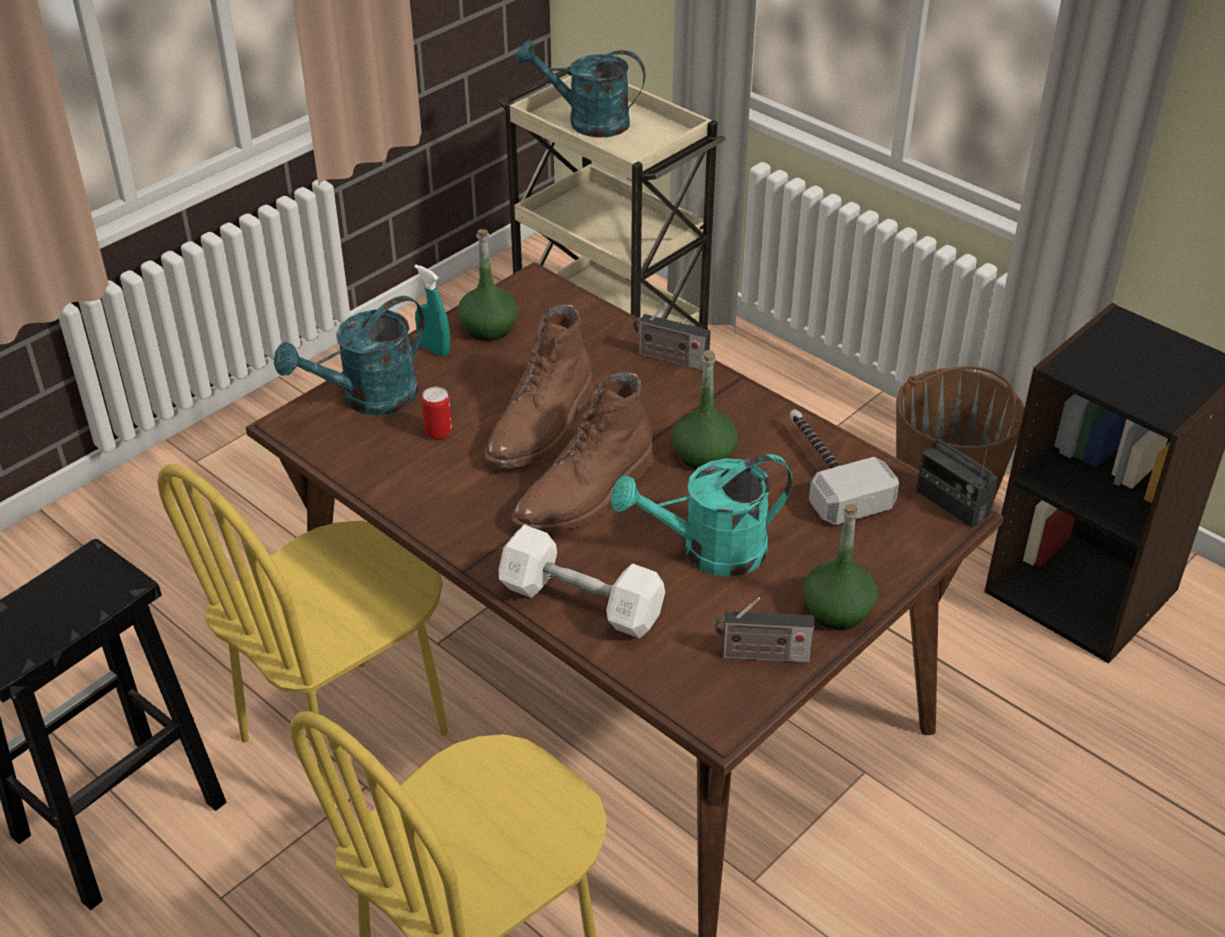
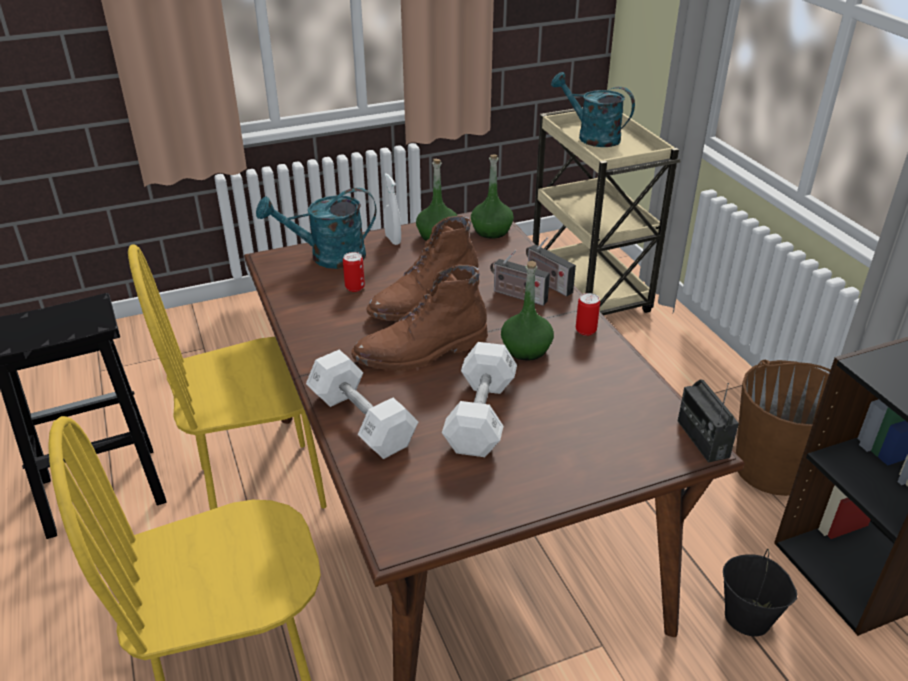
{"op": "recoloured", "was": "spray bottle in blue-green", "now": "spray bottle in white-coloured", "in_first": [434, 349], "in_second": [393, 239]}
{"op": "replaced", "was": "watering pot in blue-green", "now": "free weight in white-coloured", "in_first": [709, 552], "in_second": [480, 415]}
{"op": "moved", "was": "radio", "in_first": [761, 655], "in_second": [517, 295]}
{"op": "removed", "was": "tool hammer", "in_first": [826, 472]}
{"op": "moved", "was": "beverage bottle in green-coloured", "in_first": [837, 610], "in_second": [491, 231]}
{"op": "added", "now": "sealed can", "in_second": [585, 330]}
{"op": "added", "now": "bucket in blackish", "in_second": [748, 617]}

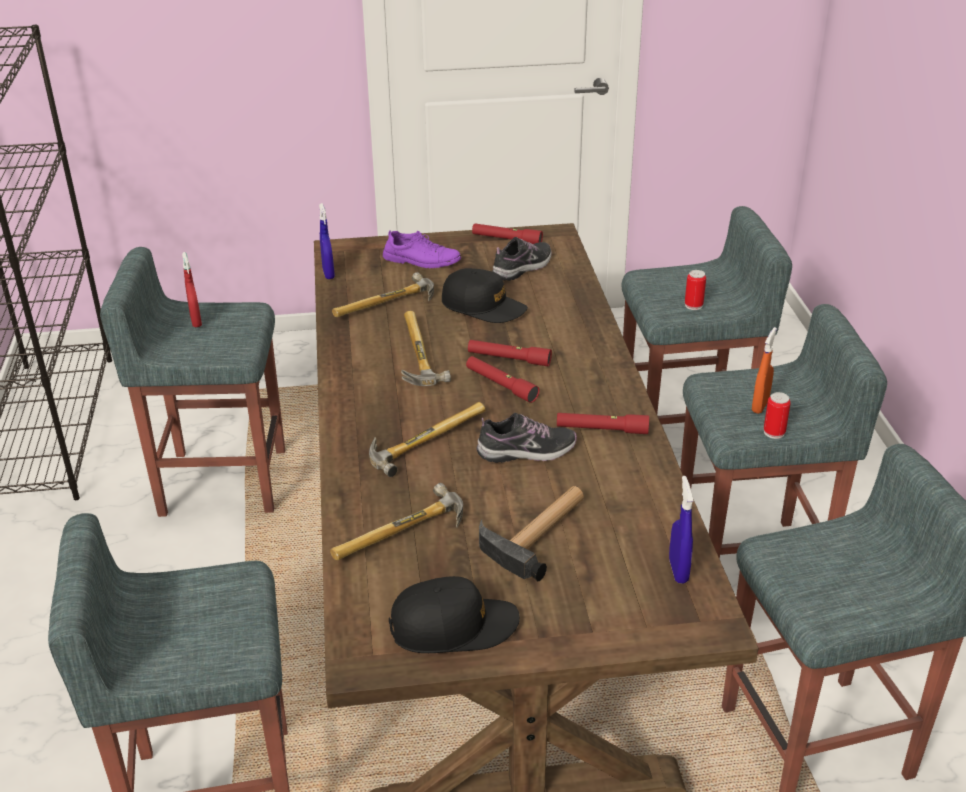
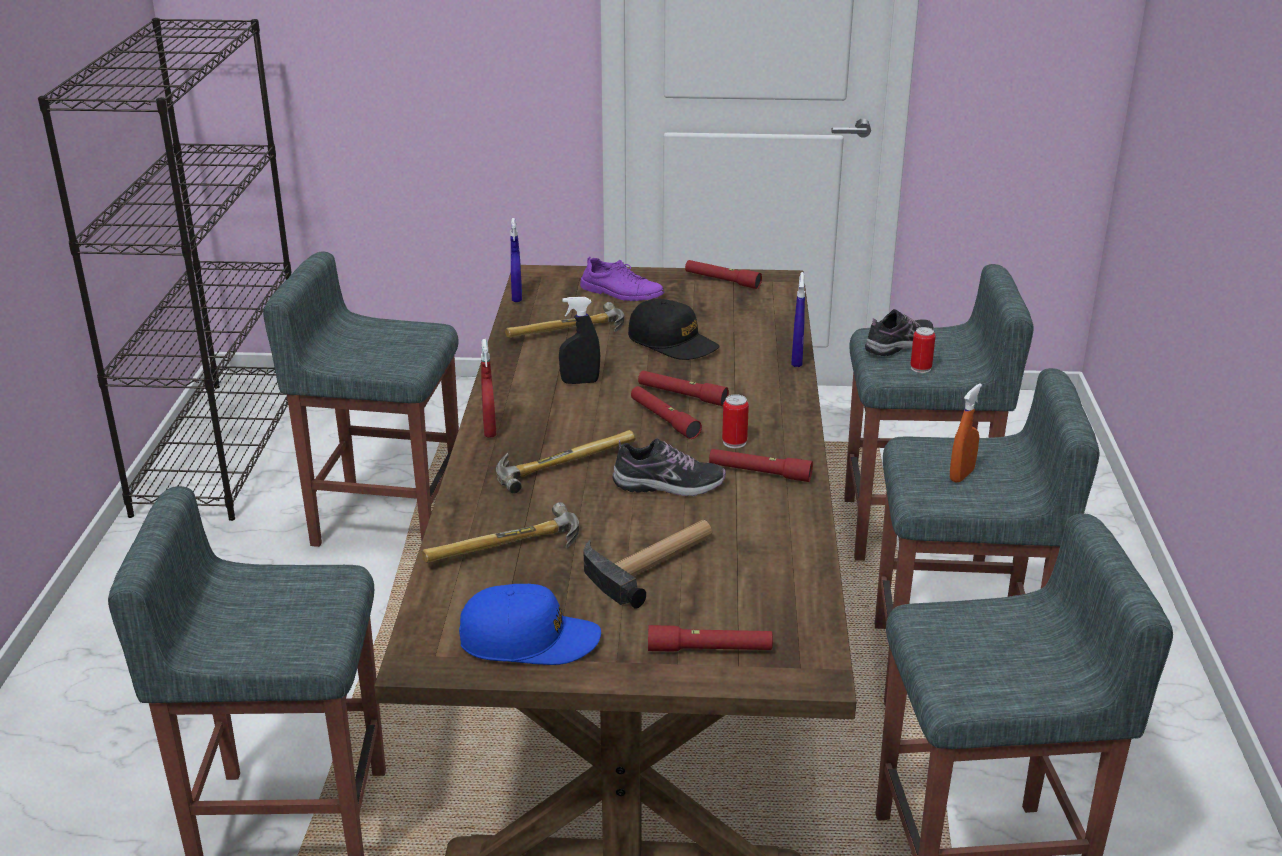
{"op": "moved", "was": "spray bottle in reddish", "in_first": [196, 321], "in_second": [489, 430]}
{"op": "recoloured", "was": "cap in blackish", "now": "cap in bluish", "in_first": [453, 626], "in_second": [529, 640]}
{"op": "replaced", "was": "tool hammer", "now": "spray bottle in blackish", "in_first": [413, 355], "in_second": [580, 382]}
{"op": "moved", "was": "item of footwear", "in_first": [523, 267], "in_second": [900, 344]}
{"op": "moved", "was": "spray bottle in bluish", "in_first": [678, 571], "in_second": [797, 360]}
{"op": "moved", "was": "sealed can", "in_first": [774, 432], "in_second": [734, 442]}
{"op": "added", "now": "flashlight in reddish", "in_second": [709, 649]}

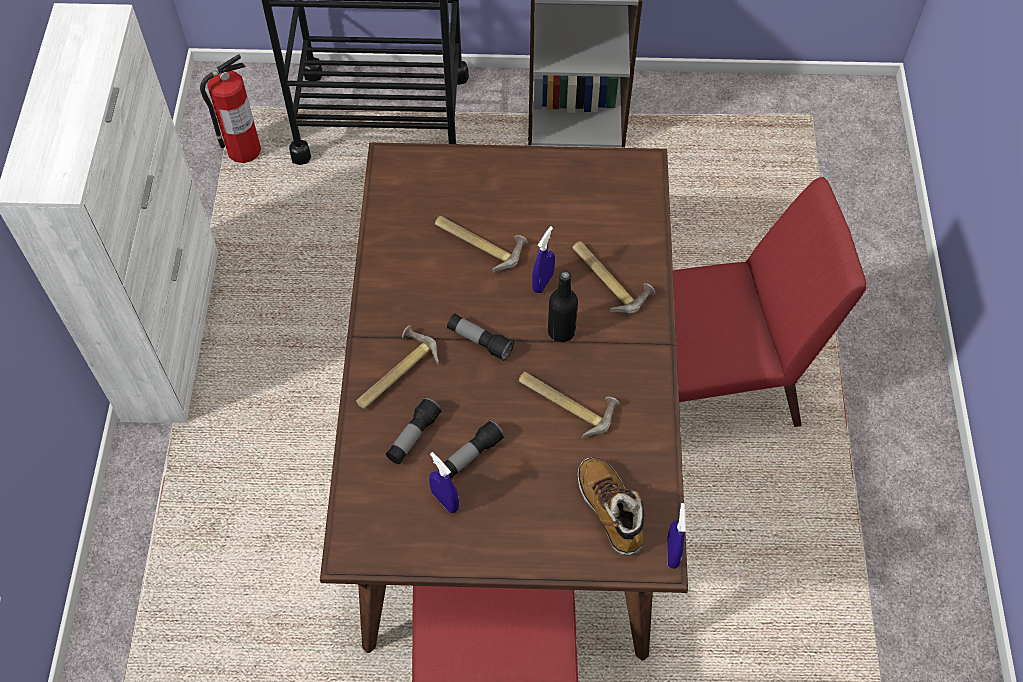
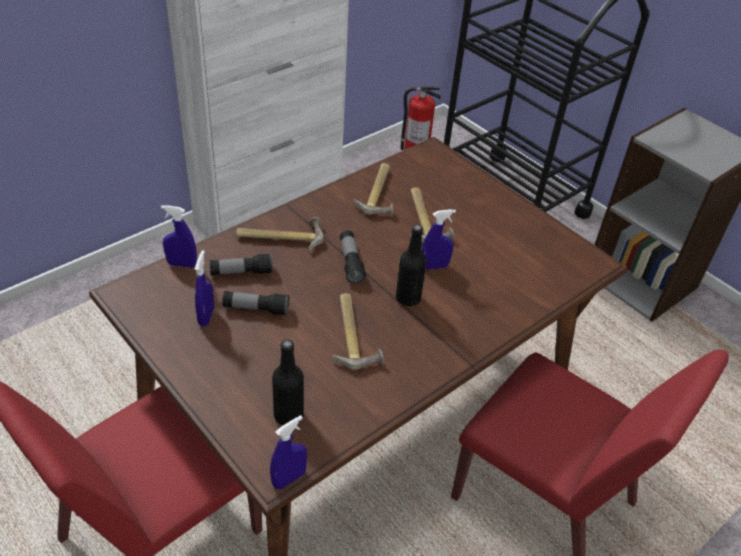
{"op": "moved", "was": "tool hammer", "in_first": [609, 278], "in_second": [380, 193]}
{"op": "replaced", "was": "tall boot", "now": "beverage bottle in blackish", "in_first": [610, 511], "in_second": [288, 415]}
{"op": "added", "now": "spray bottle in bluish", "in_second": [182, 264]}

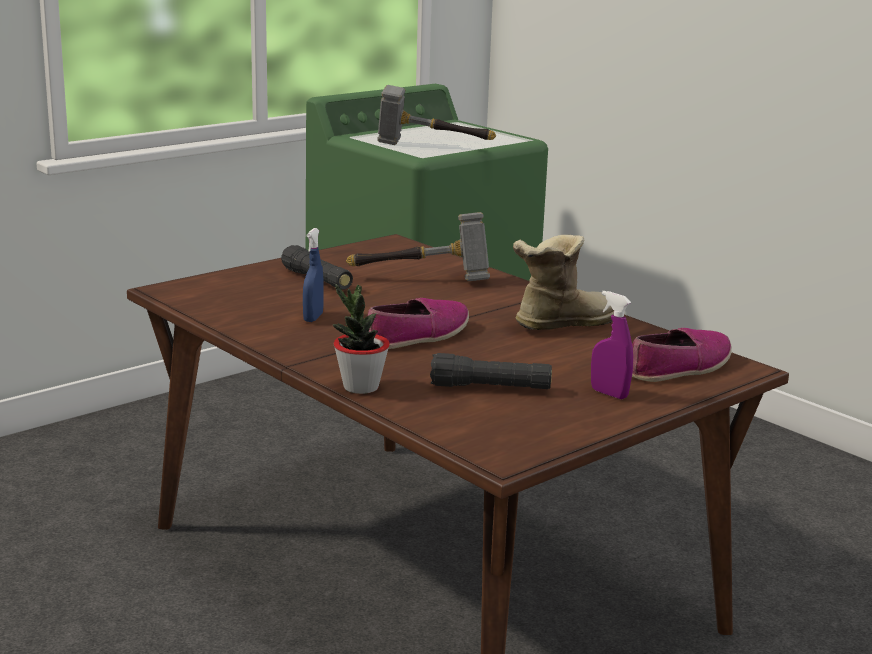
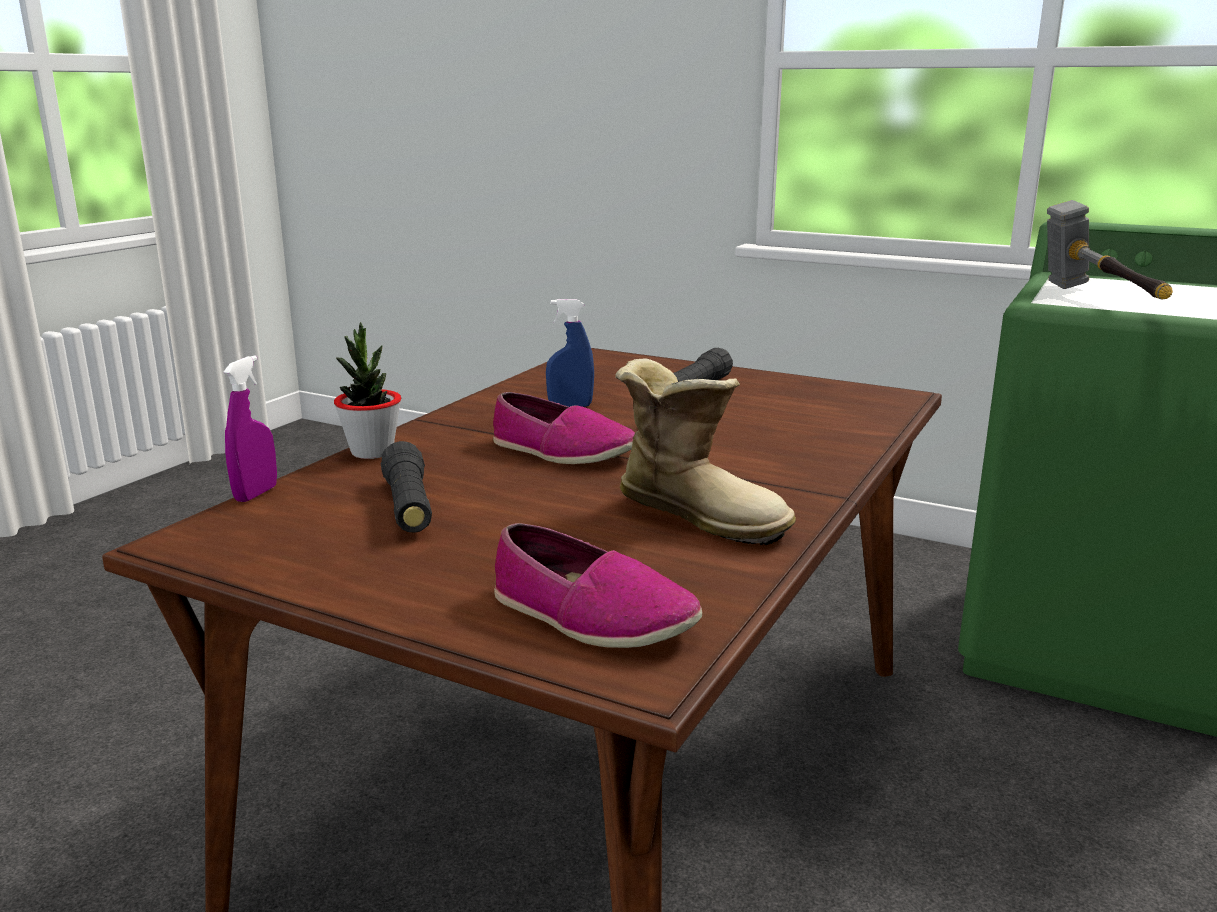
{"op": "removed", "was": "tool hammer", "in_first": [423, 280]}
{"op": "moved", "was": "spray bottle in purple-coloured", "in_first": [609, 394], "in_second": [256, 494]}

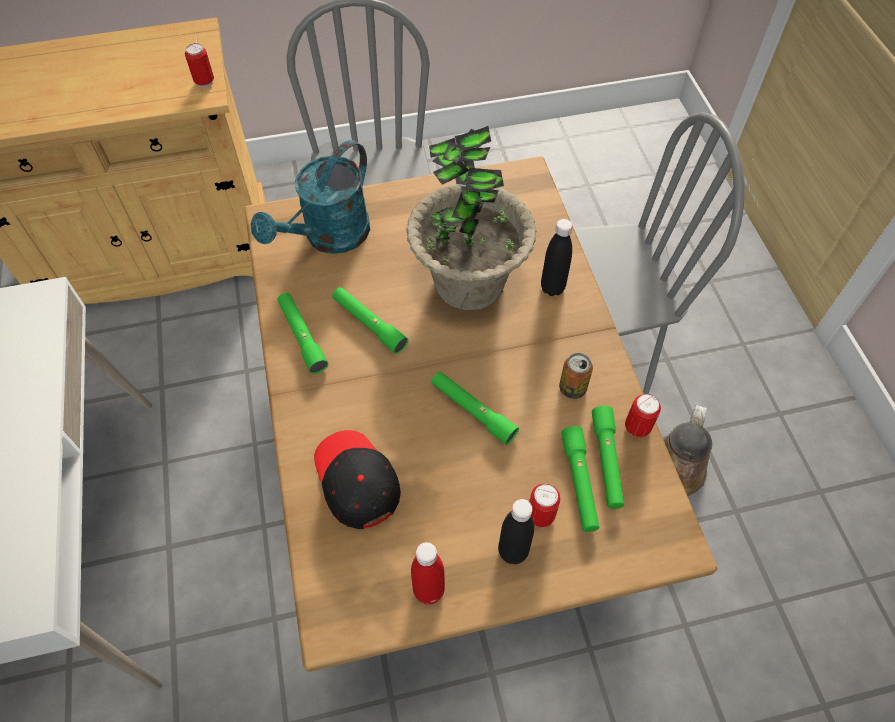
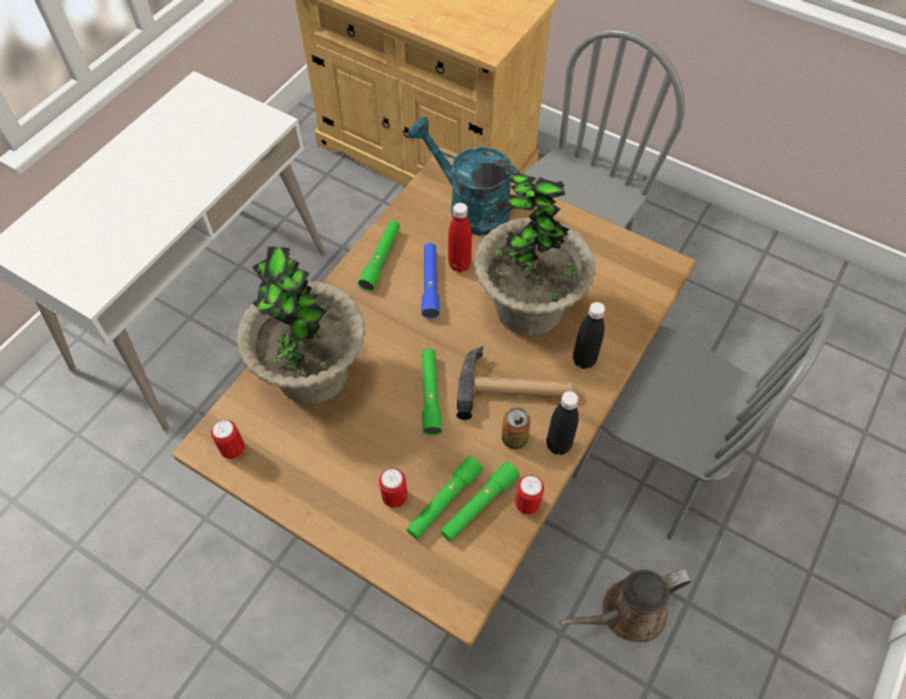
{"op": "moved", "was": "sealed can", "in_first": [204, 82], "in_second": [233, 449]}
{"op": "turned", "was": "watering pot in blue-green", "in_first": [329, 238], "in_second": [469, 207], "clockwise": 45}
{"op": "replaced", "was": "cap in blackish", "now": "potted plant", "in_first": [356, 481], "in_second": [312, 375]}
{"op": "recoloured", "was": "flashlight in green-coloured", "now": "flashlight in bluish", "in_first": [369, 324], "in_second": [430, 284]}
{"op": "moved", "was": "beverage bottle in reddish", "in_first": [429, 590], "in_second": [459, 264]}
{"op": "moved", "was": "beverage bottle in blackish", "in_first": [513, 551], "in_second": [558, 445]}
{"op": "added", "now": "tool hammer", "in_second": [514, 389]}

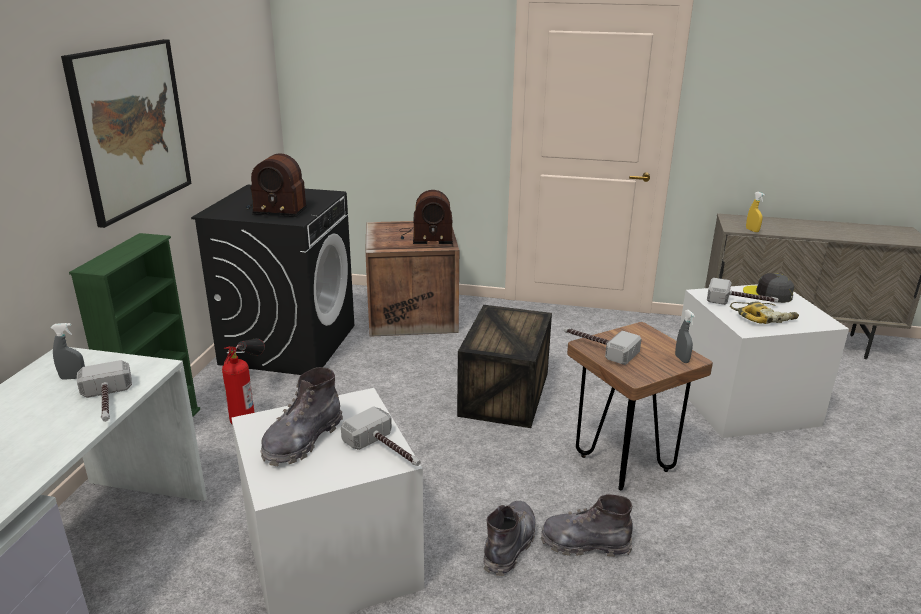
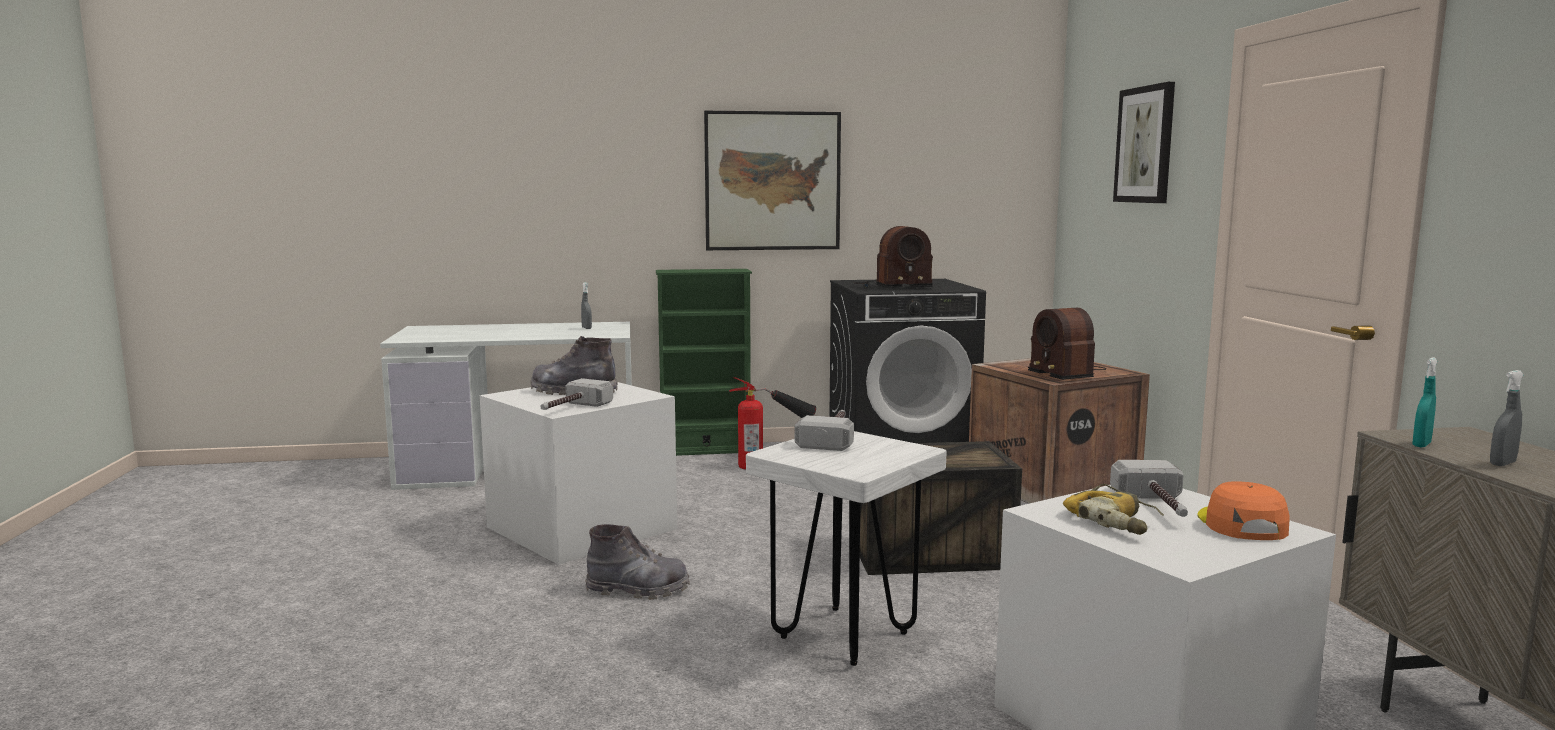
{"op": "removed", "was": "tool hammer", "in_first": [107, 404]}
{"op": "turned", "was": "radio", "in_first": [276, 208], "in_second": [891, 286], "clockwise": -90}
{"op": "removed", "was": "tall boot in greyish", "in_first": [585, 543]}
{"op": "recoloured", "was": "sitting stool in brown-coloured", "now": "sitting stool in white-coloured", "in_first": [624, 463], "in_second": [844, 635]}
{"op": "moved", "was": "spray bottle in greyish", "in_first": [682, 359], "in_second": [1502, 464]}
{"op": "recoloured", "was": "cap in greyish", "now": "cap in orange-coloured", "in_first": [768, 294], "in_second": [1241, 524]}
{"op": "recoloured", "was": "spray bottle in yellow", "now": "spray bottle in blue-green", "in_first": [752, 230], "in_second": [1421, 445]}
{"op": "added", "now": "wall art", "in_second": [1145, 145]}

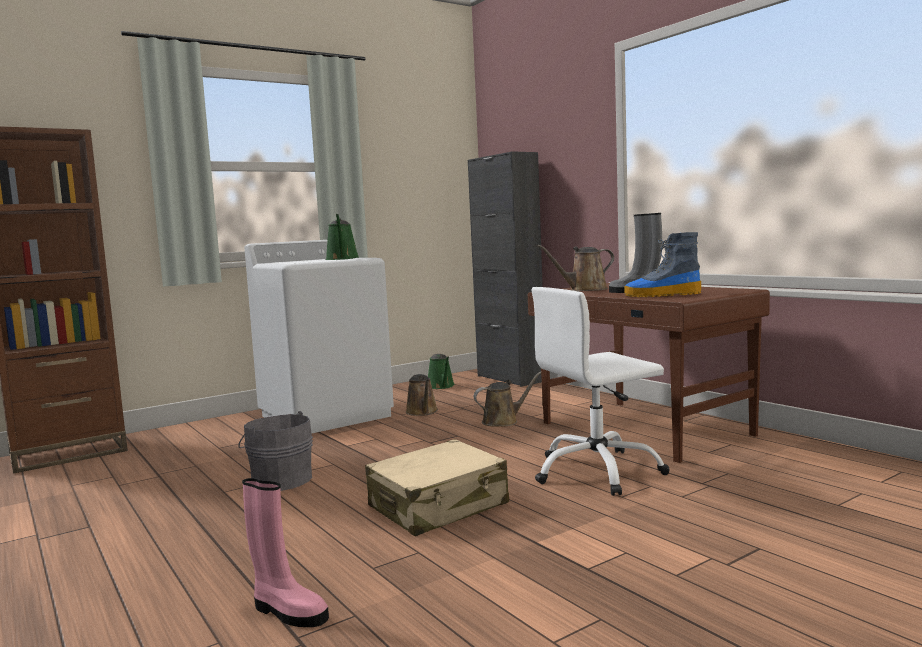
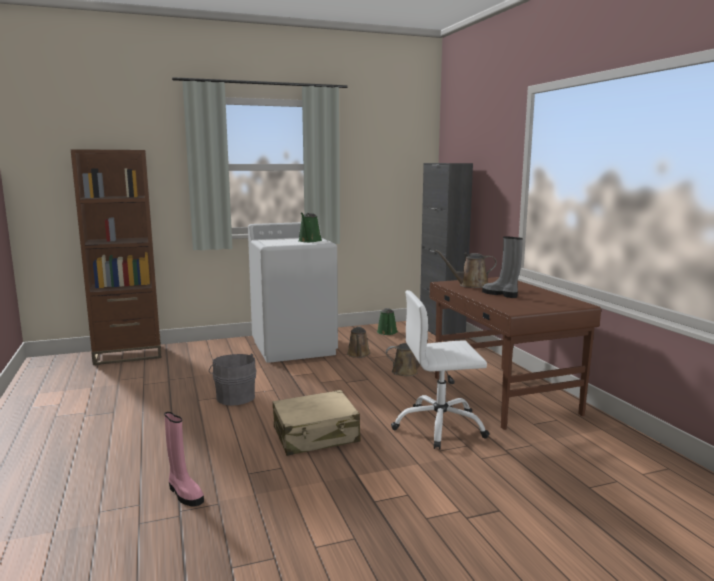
{"op": "removed", "was": "tall boot", "in_first": [662, 295]}

